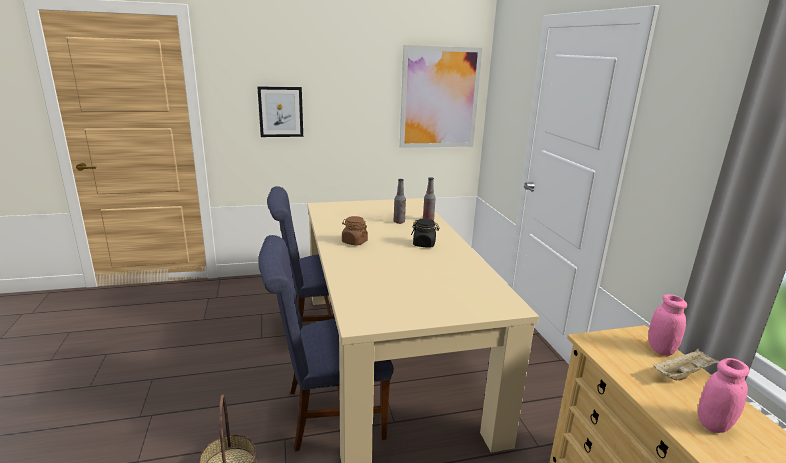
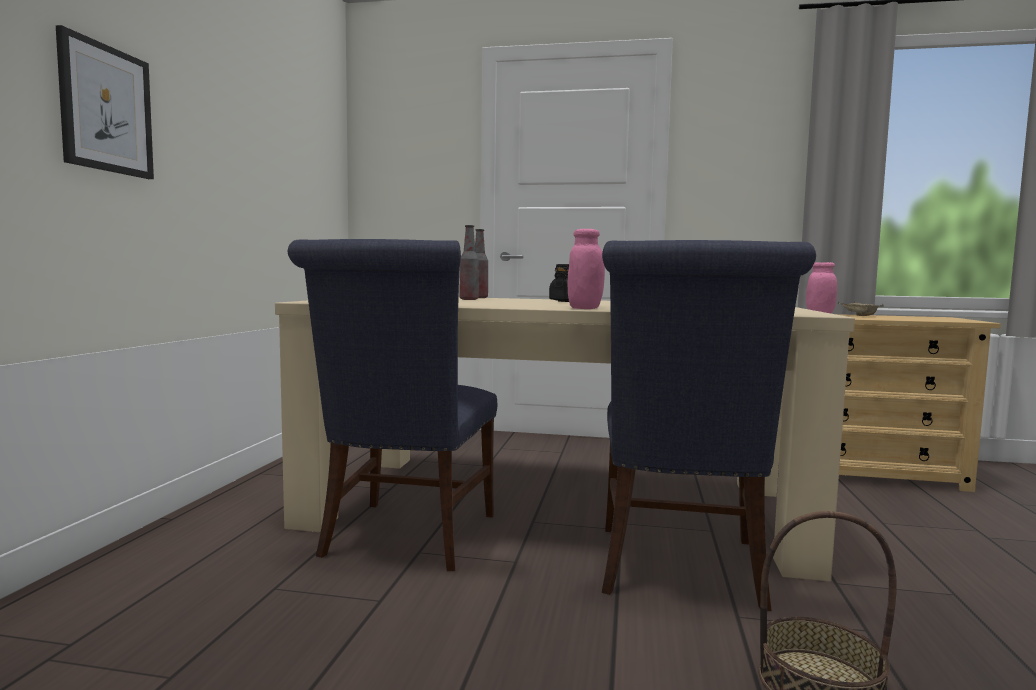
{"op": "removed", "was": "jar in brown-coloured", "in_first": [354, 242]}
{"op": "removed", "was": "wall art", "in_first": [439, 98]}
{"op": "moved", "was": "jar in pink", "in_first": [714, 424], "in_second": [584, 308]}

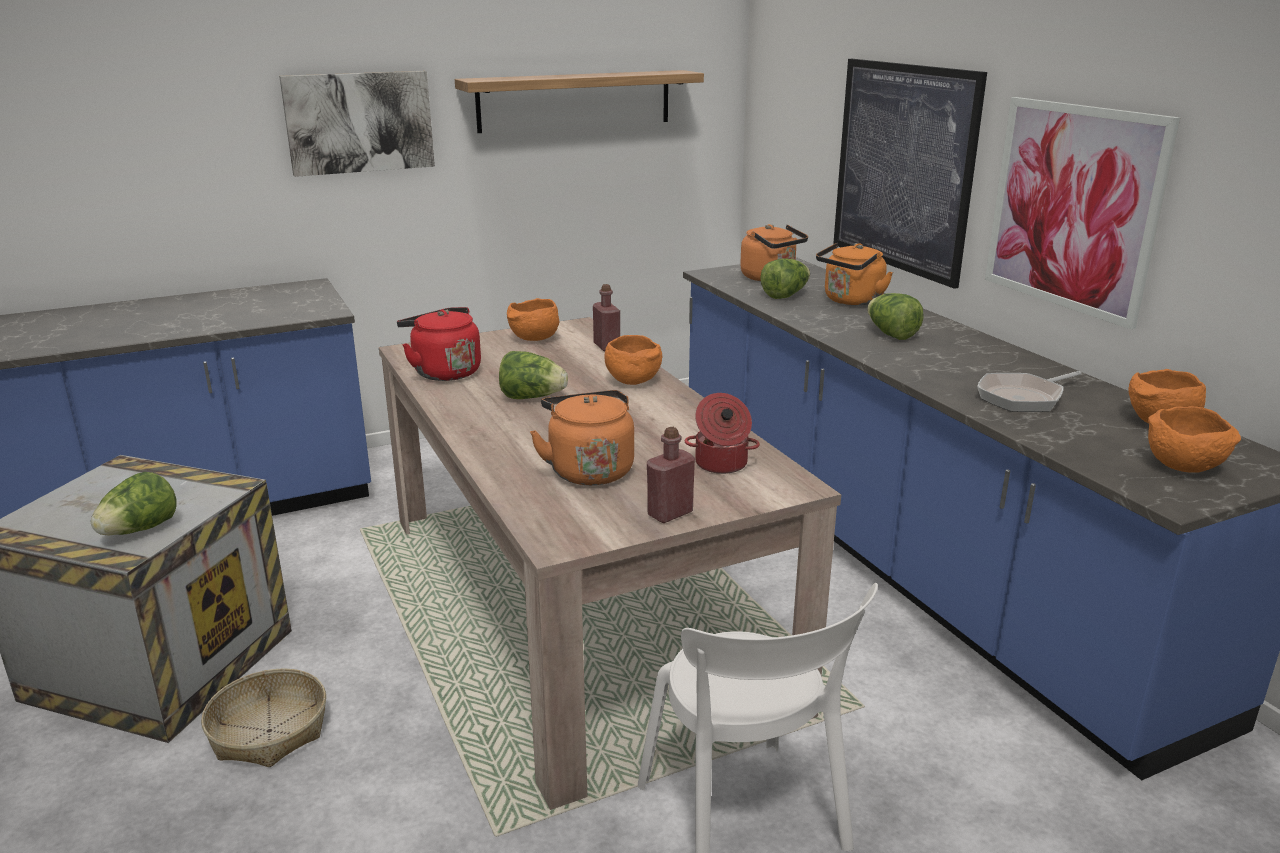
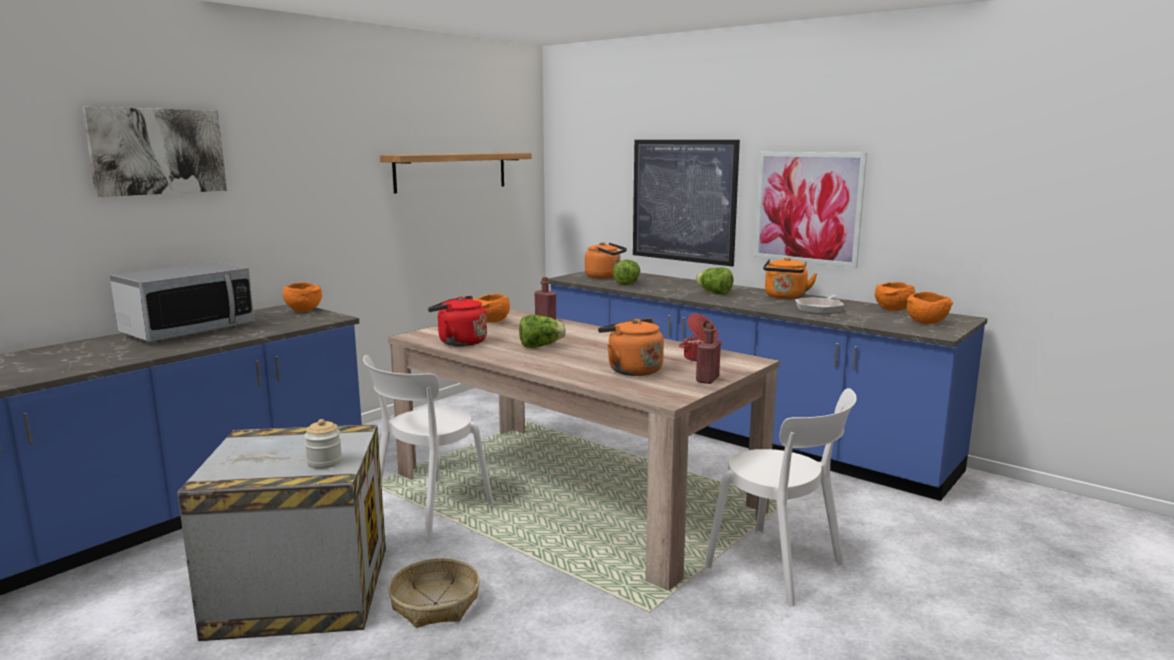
{"op": "replaced", "was": "head of lettuce", "now": "jar", "in_first": [140, 530], "in_second": [324, 462]}
{"op": "moved", "was": "wall art", "in_first": [359, 122], "in_second": [158, 151]}
{"op": "moved", "was": "serving bowl in orange-coloured", "in_first": [631, 381], "in_second": [302, 311]}
{"op": "moved", "was": "tea kettle in orange-coloured", "in_first": [851, 301], "in_second": [785, 297]}
{"op": "added", "now": "kitchen microwave", "in_second": [188, 330]}
{"op": "added", "now": "upright chair in white-coloured", "in_second": [427, 508]}

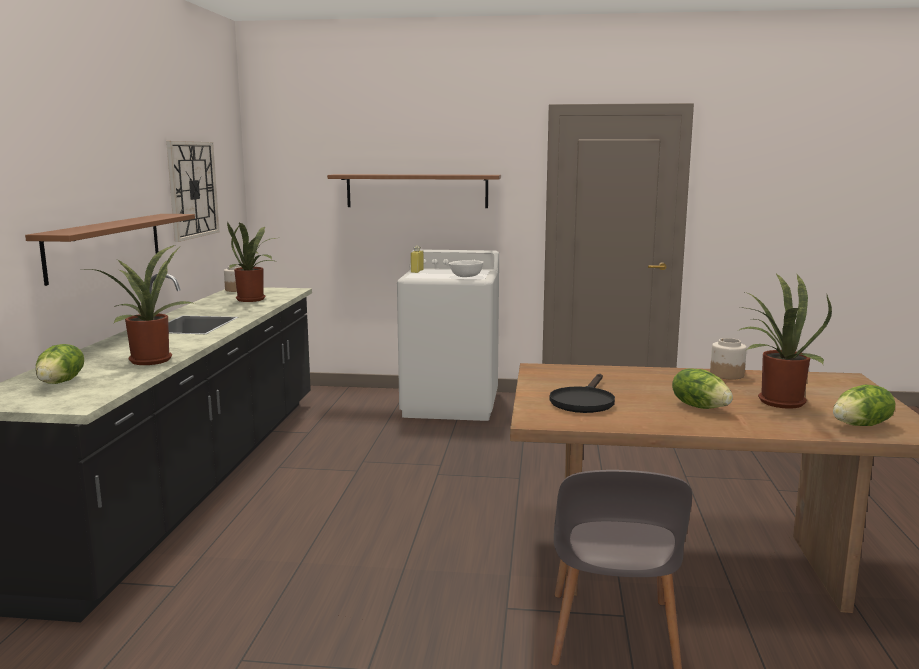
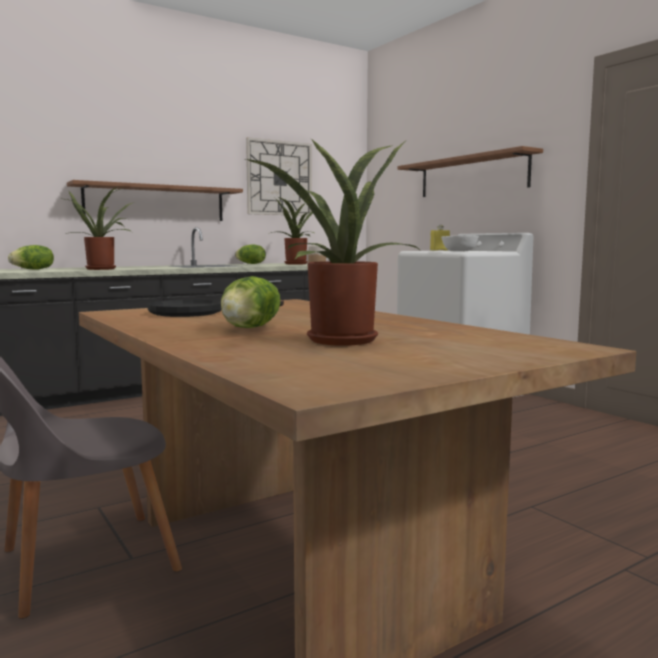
{"op": "removed", "was": "jar", "in_first": [726, 375]}
{"op": "moved", "was": "head of lettuce", "in_first": [862, 425], "in_second": [250, 263]}

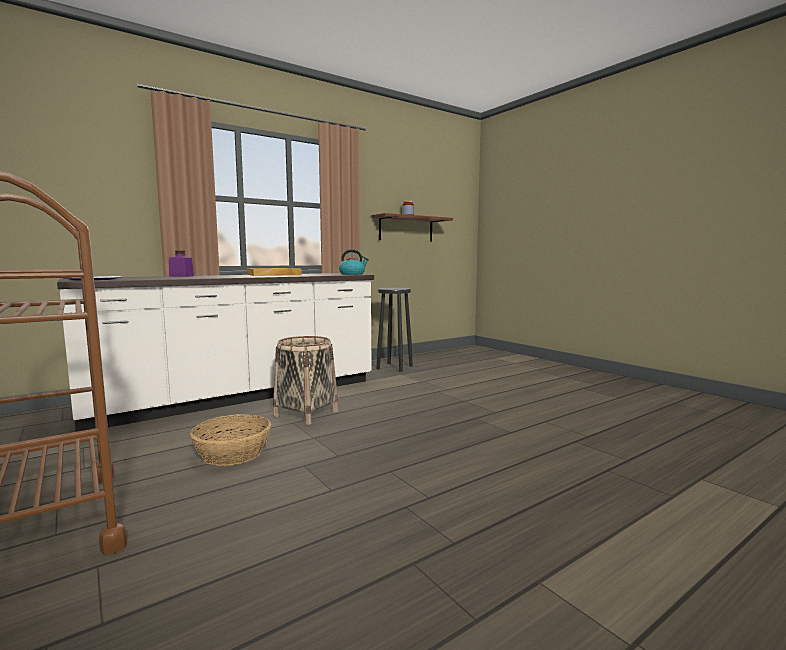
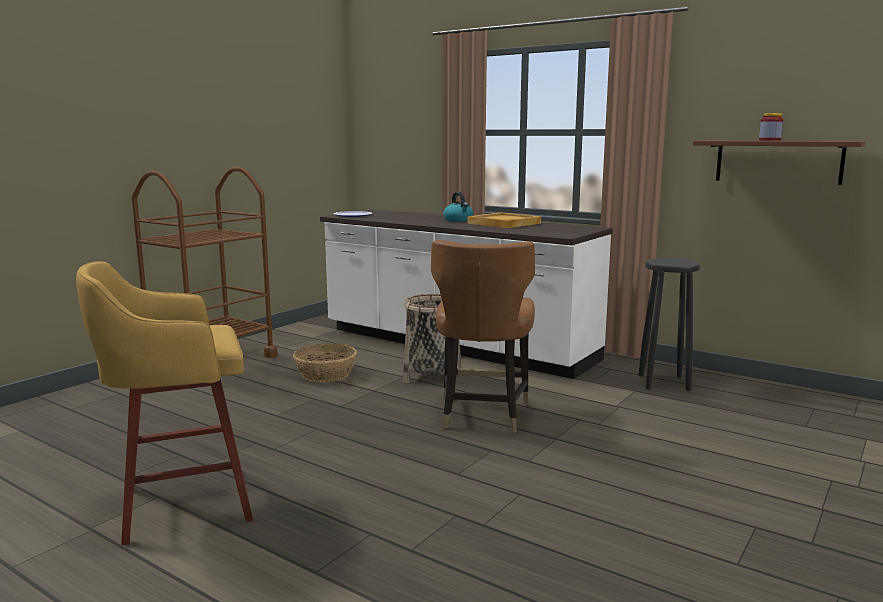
{"op": "removed", "was": "jar in purple-coloured", "in_first": [181, 276]}
{"op": "moved", "was": "tea kettle", "in_first": [352, 274], "in_second": [458, 220]}
{"op": "added", "now": "sitting stool in yellow", "in_second": [181, 504]}
{"op": "added", "now": "upright chair in brown-coloured", "in_second": [482, 414]}

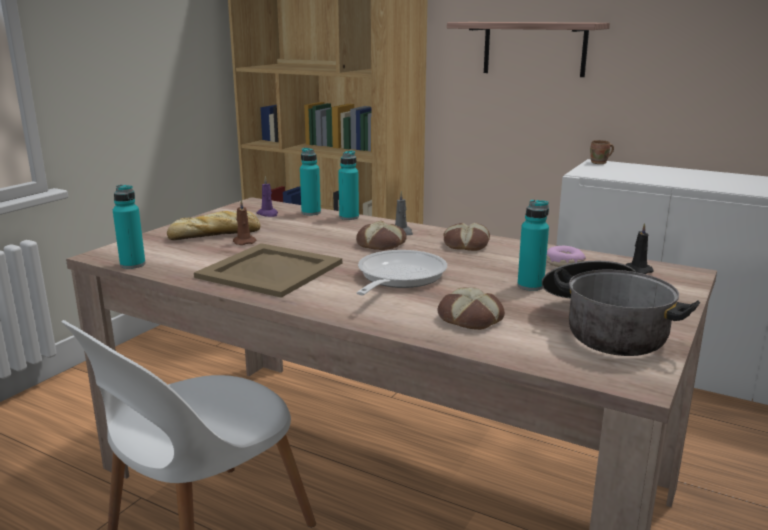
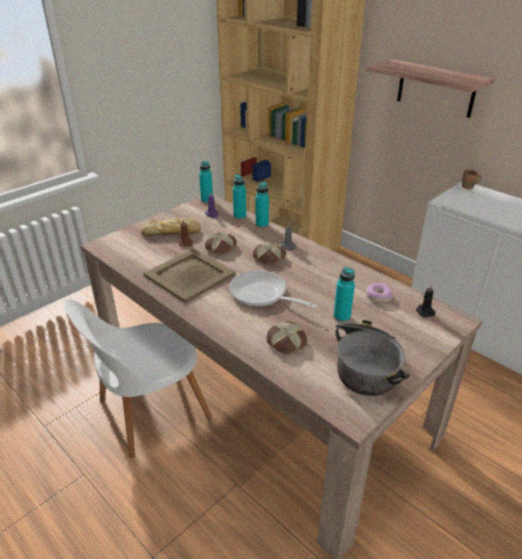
{"op": "moved", "was": "beverage bottle in blue-green", "in_first": [132, 264], "in_second": [207, 200]}
{"op": "turned", "was": "frying pan", "in_first": [398, 278], "in_second": [262, 295], "clockwise": -90}
{"op": "moved", "was": "baked bread", "in_first": [465, 244], "in_second": [220, 247]}

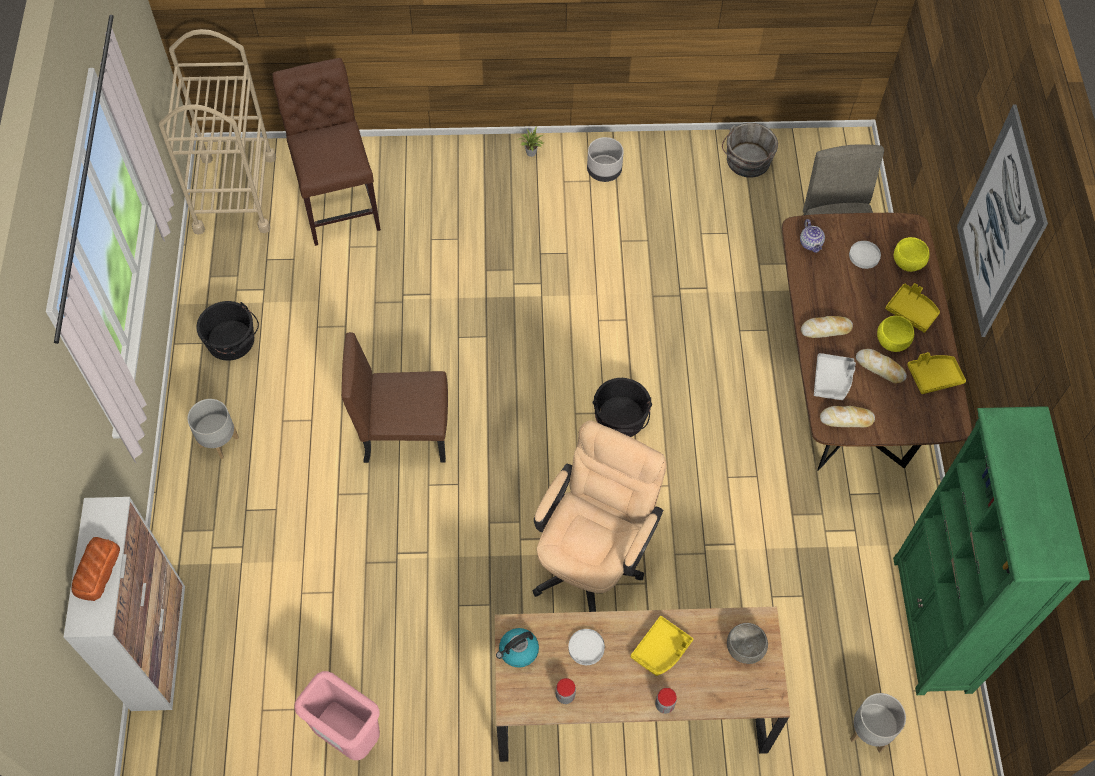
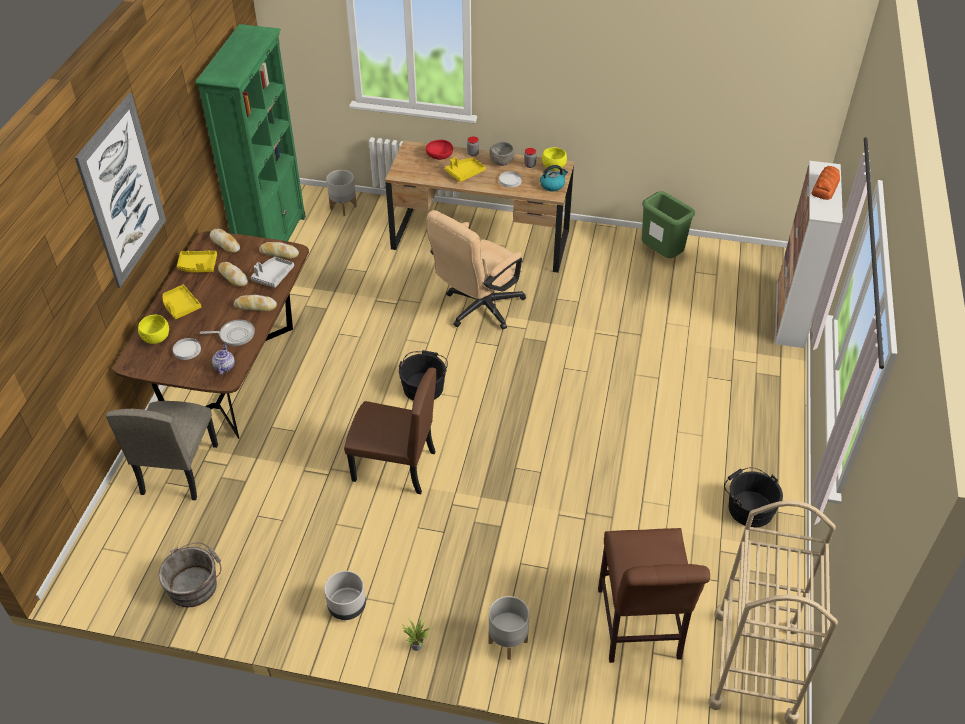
{"op": "moved", "was": "plant pot in greyish", "in_first": [218, 441], "in_second": [508, 642]}
{"op": "recoloured", "was": "waste bin in pink", "now": "waste bin in green-coloured", "in_first": [347, 736], "in_second": [661, 255]}
{"op": "moved", "was": "upright chair in brown-coloured", "in_first": [405, 433], "in_second": [394, 466]}
{"op": "moved", "was": "serving bowl in greyish", "in_first": [745, 648], "in_second": [501, 162]}
{"op": "moved", "was": "serving bowl in yellow", "in_first": [891, 342], "in_second": [554, 167]}
{"op": "added", "now": "frying pan", "in_second": [234, 335]}
{"op": "added", "now": "baked bread", "in_second": [225, 243]}
{"op": "added", "now": "serving bowl in reddish", "in_second": [439, 156]}

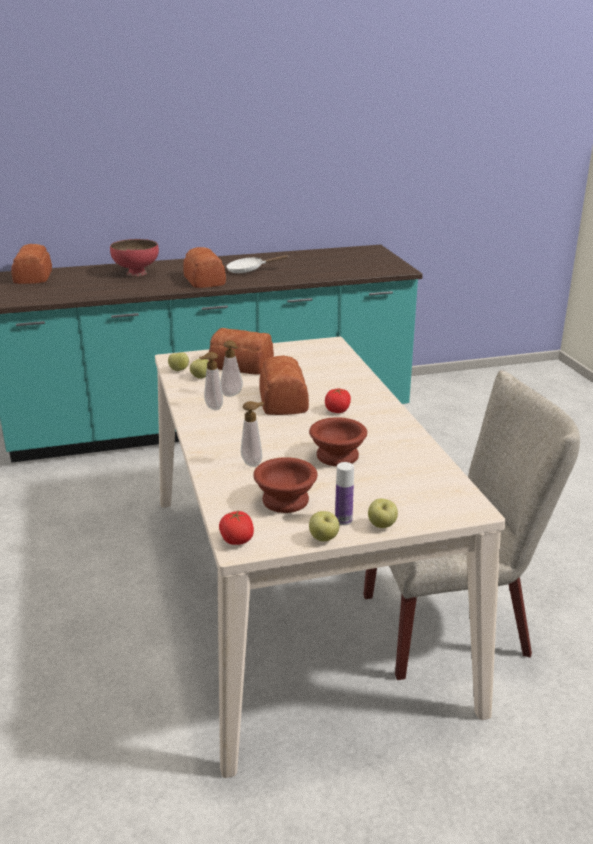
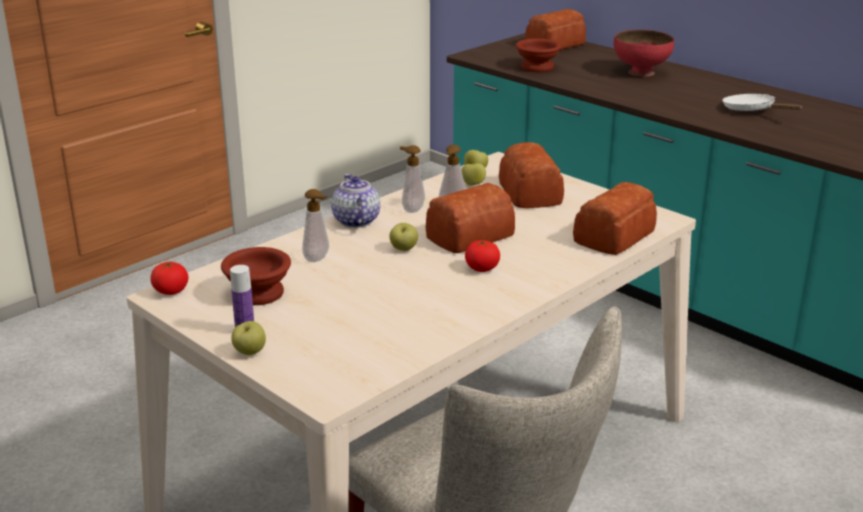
{"op": "moved", "was": "baked bread", "in_first": [205, 280], "in_second": [616, 236]}
{"op": "moved", "was": "serving bowl in brown-coloured", "in_first": [339, 456], "in_second": [538, 67]}
{"op": "moved", "was": "apple fruit", "in_first": [324, 539], "in_second": [404, 249]}
{"op": "added", "now": "tea pot", "in_second": [355, 220]}

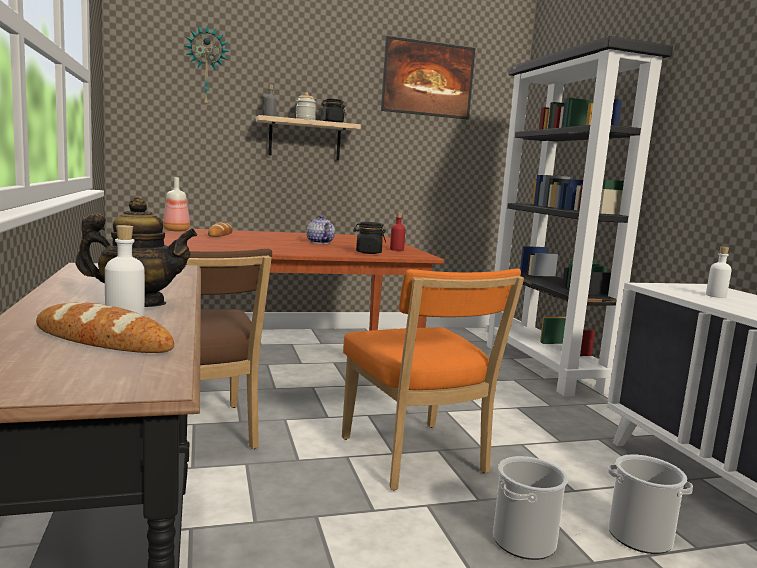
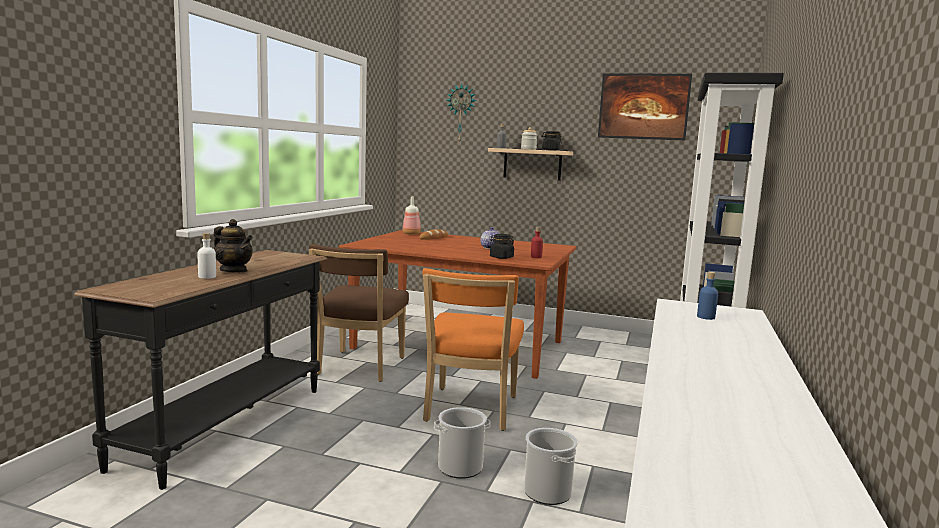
{"op": "removed", "was": "baked bread", "in_first": [102, 340]}
{"op": "recoloured", "was": "beverage bottle in white-coloured", "now": "beverage bottle in bluish", "in_first": [716, 296], "in_second": [706, 317]}

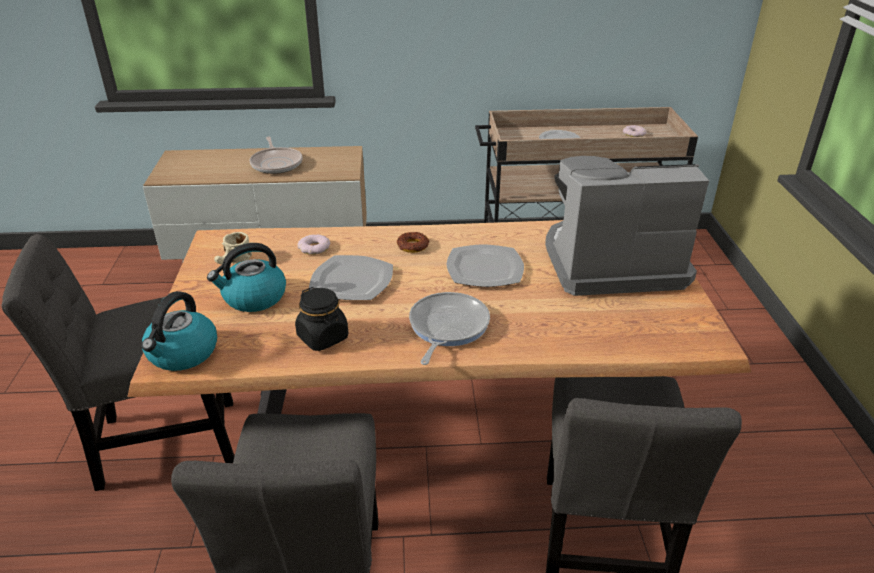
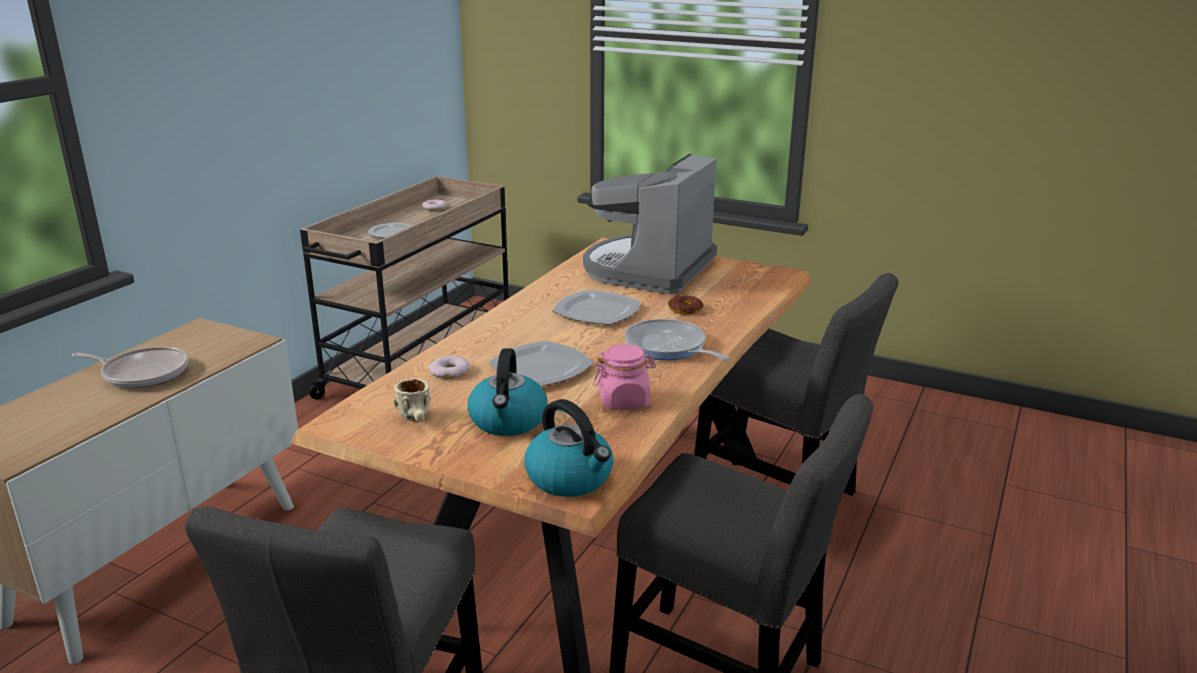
{"op": "recoloured", "was": "jar in blackish", "now": "jar in pink", "in_first": [323, 337], "in_second": [624, 401]}
{"op": "moved", "was": "ring doughnut", "in_first": [413, 246], "in_second": [685, 309]}

